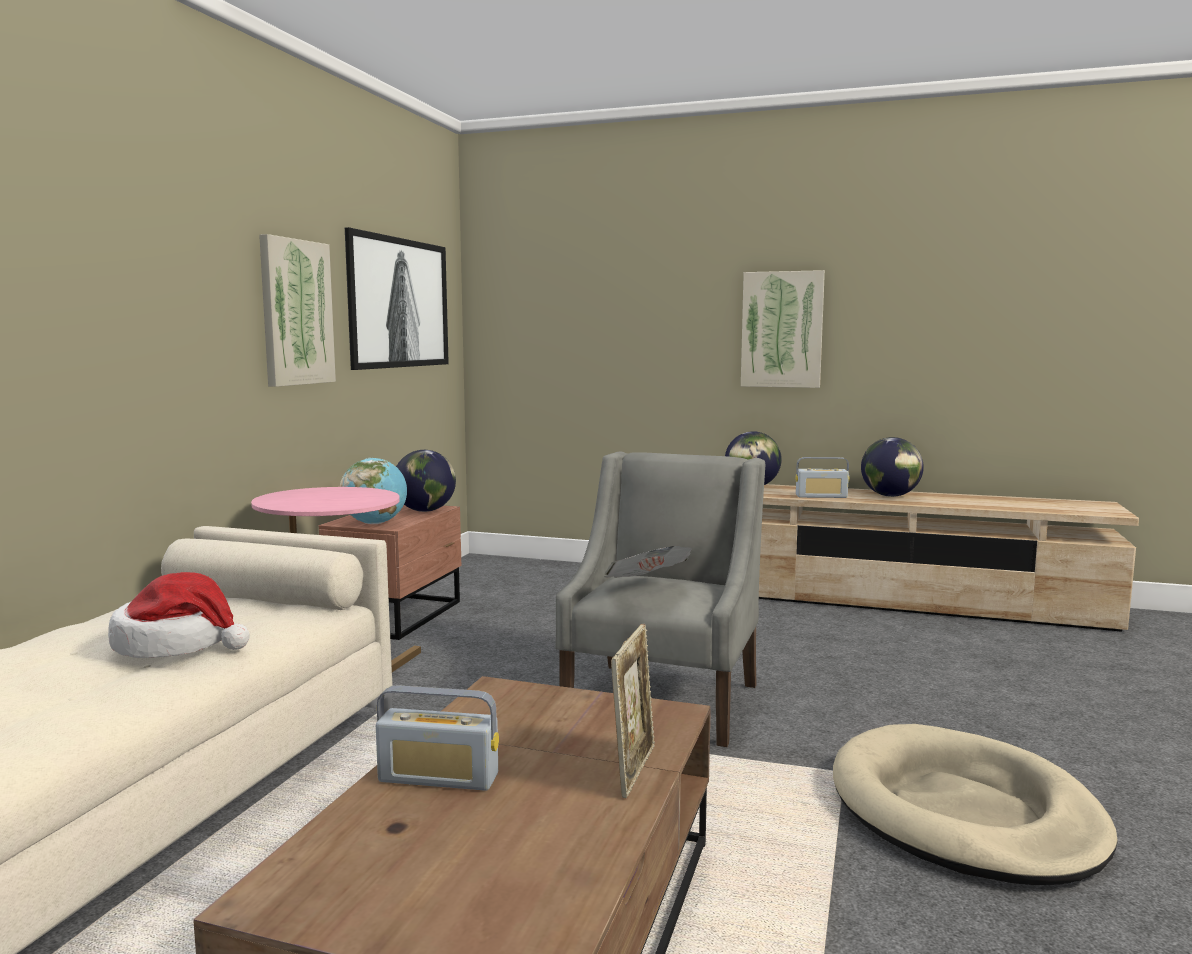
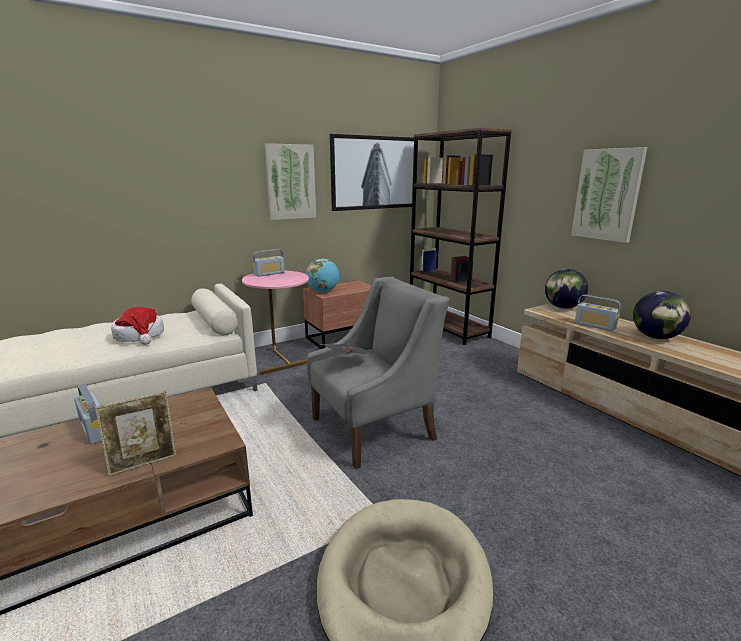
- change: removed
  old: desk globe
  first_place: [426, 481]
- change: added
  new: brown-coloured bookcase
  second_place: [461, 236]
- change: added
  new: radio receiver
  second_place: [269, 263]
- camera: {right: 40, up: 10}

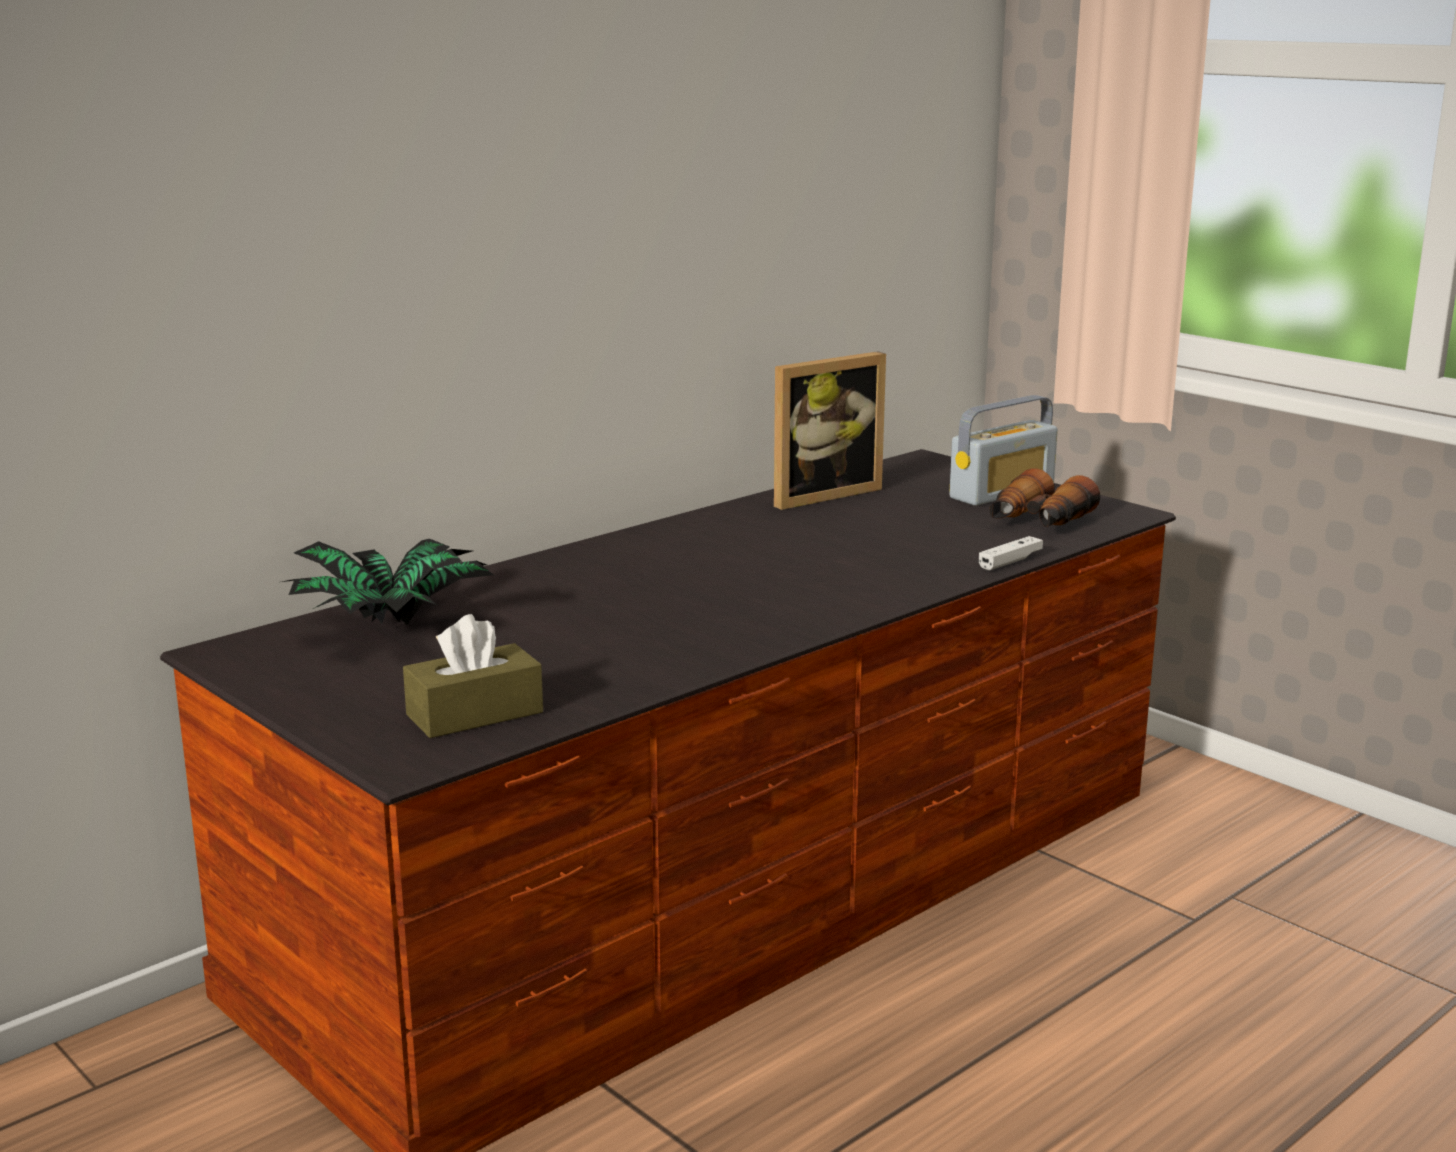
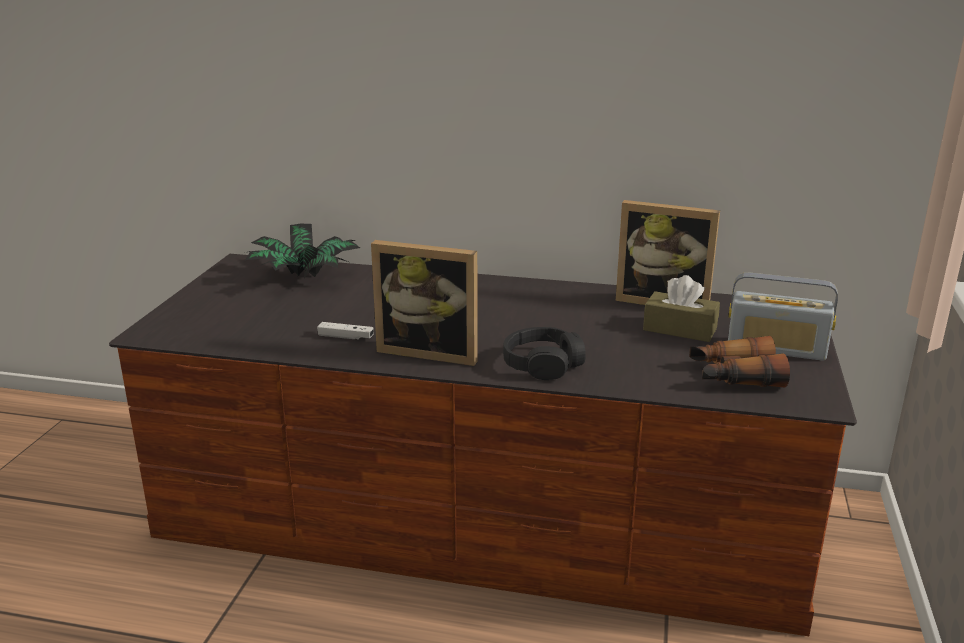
- change: moved
  old: white-coloured gamepad
  first_place: [1011, 553]
  second_place: [345, 331]
- change: moved
  old: brown-coloured tissue holder
  first_place: [473, 676]
  second_place: [681, 308]
- change: added
  new: picture frame
  second_place: [424, 303]
- change: added
  new: black-coloured pair of headphones
  second_place: [544, 353]
- camera: {right: 55, up: 5}

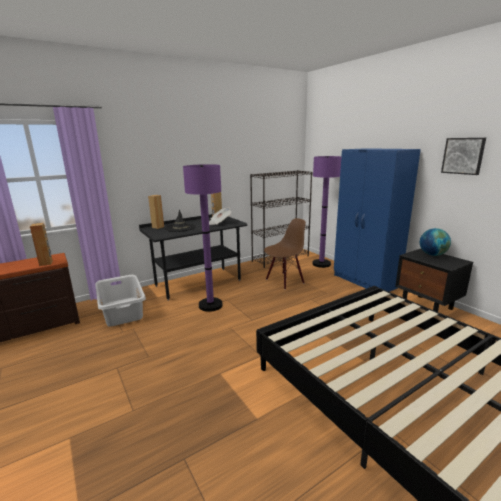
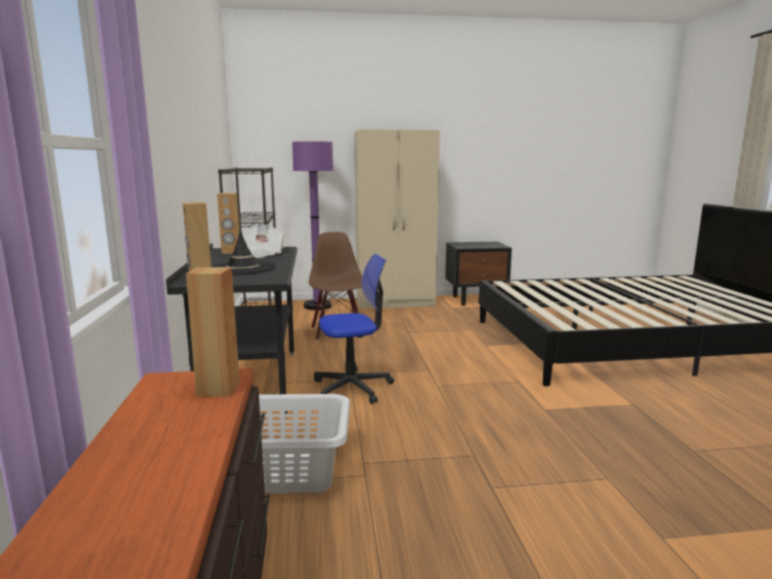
- change: removed
  old: picture
  first_place: [463, 156]
- change: recoloured
  old: blue-coloured wardrobe
  new: beige-coloured wardrobe
  first_place: [377, 220]
  second_place: [397, 219]
- change: replaced
  old: purple standard lamp
  new: office chair
  first_place: [203, 238]
  second_place: [354, 329]
- change: removed
  old: desk globe
  first_place: [435, 242]
- camera: {right: -65, up: -5}

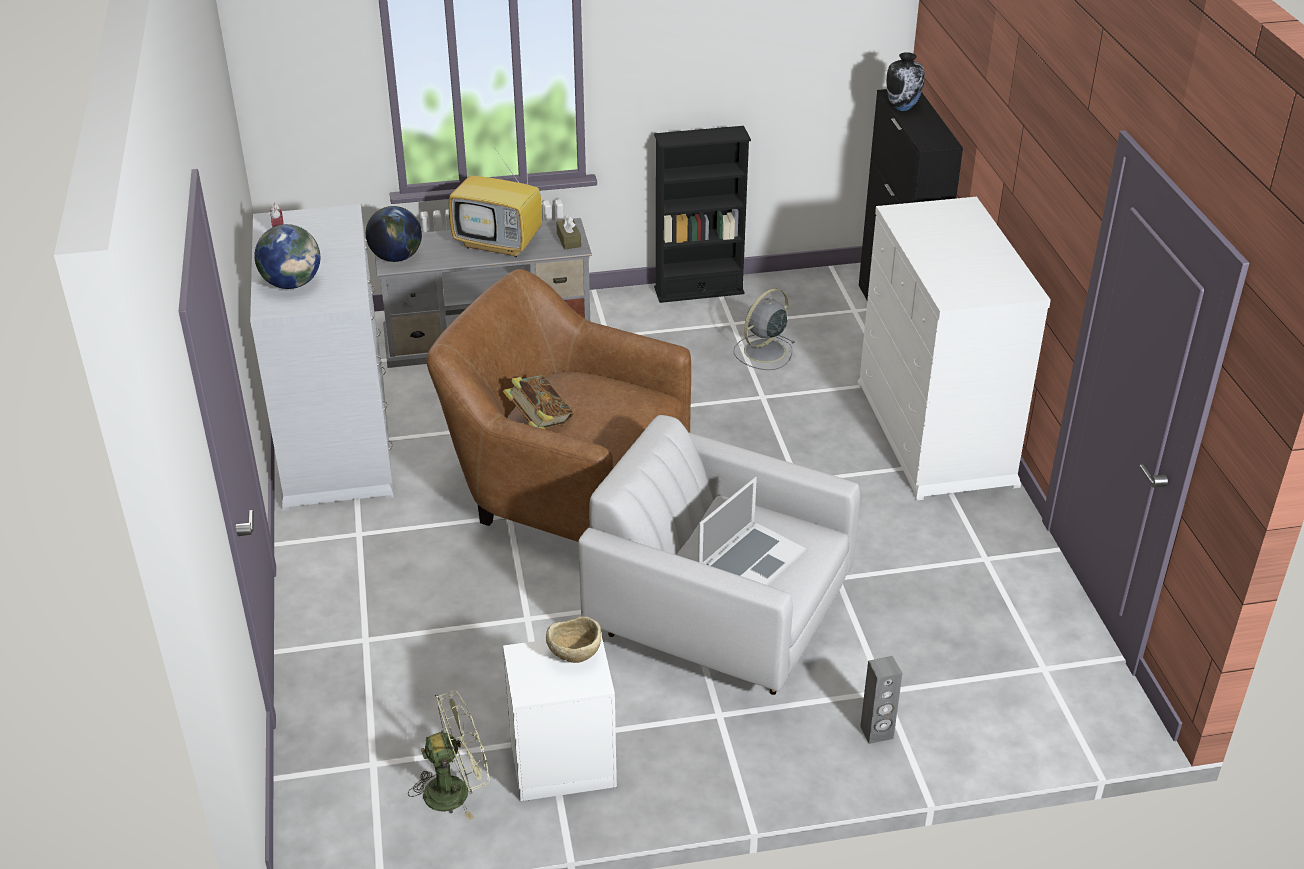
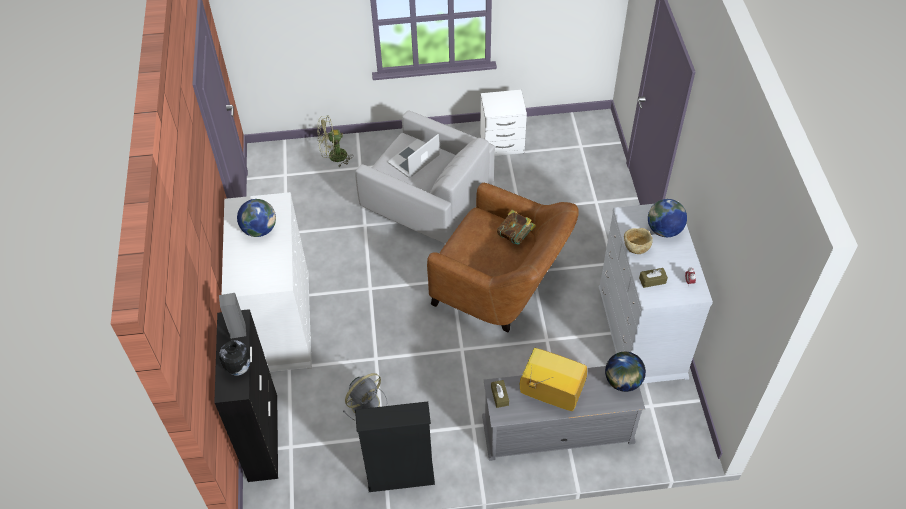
- change: moved
  old: beige-coloured serving bowl
  first_place: [573, 639]
  second_place: [638, 241]
- change: moved
  old: gray loudspeaker
  first_place: [881, 700]
  second_place: [232, 316]
- change: moved
  old: greenish electric fan
  first_place: [449, 755]
  second_place: [335, 141]
- change: added
  new: desk globe
  second_place: [256, 218]
- change: added
  new: brown-coloured tissue holder
  second_place: [653, 278]
- camera: {right: -175, up: 15}

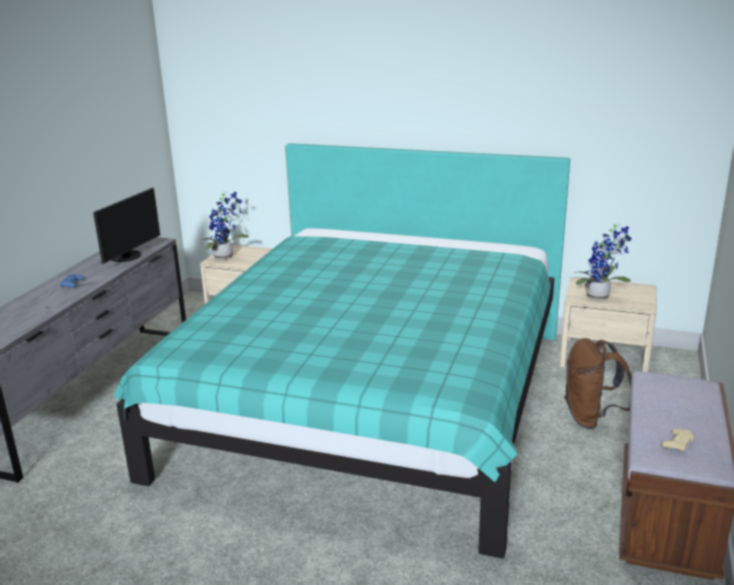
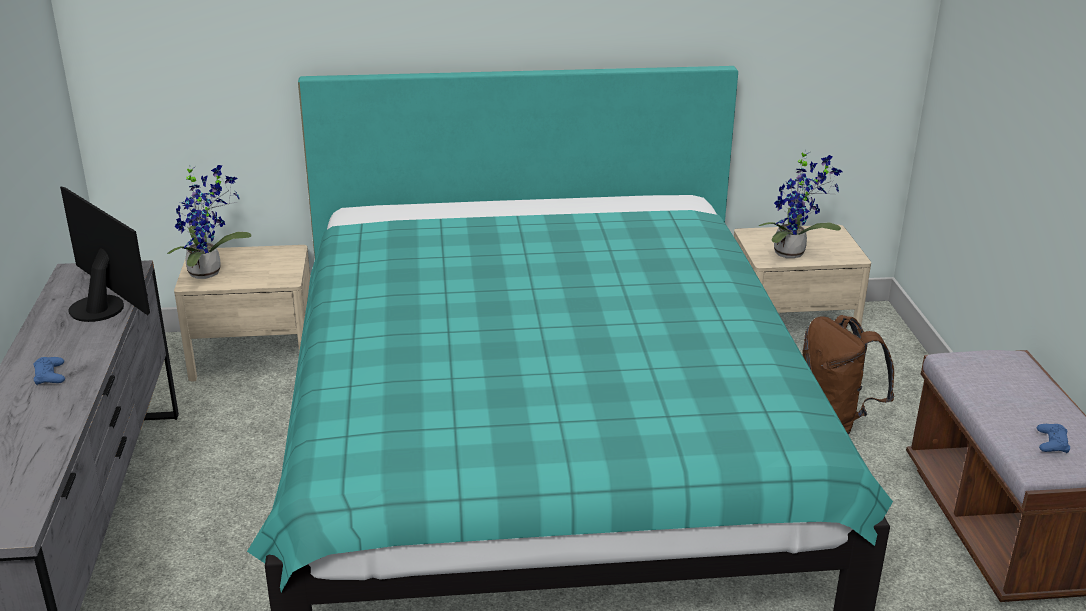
- change: turned
  old: computer screen
  first_place: [126, 226]
  second_place: [105, 254]
  degrees: -45
- change: recoloured
  old: beige-coloured gamepad
  new: blue-coloured gamepad
  first_place: [677, 440]
  second_place: [1053, 438]
- camera: {right: -25, up: 5}

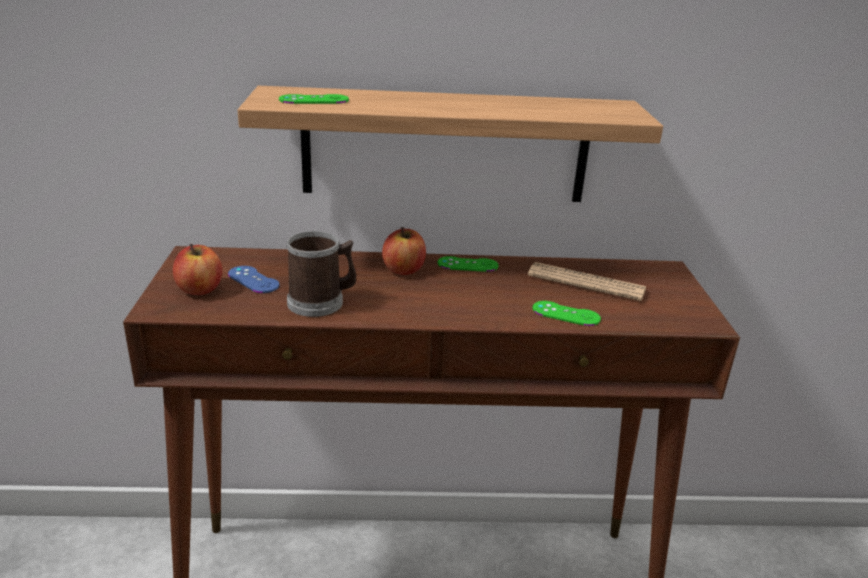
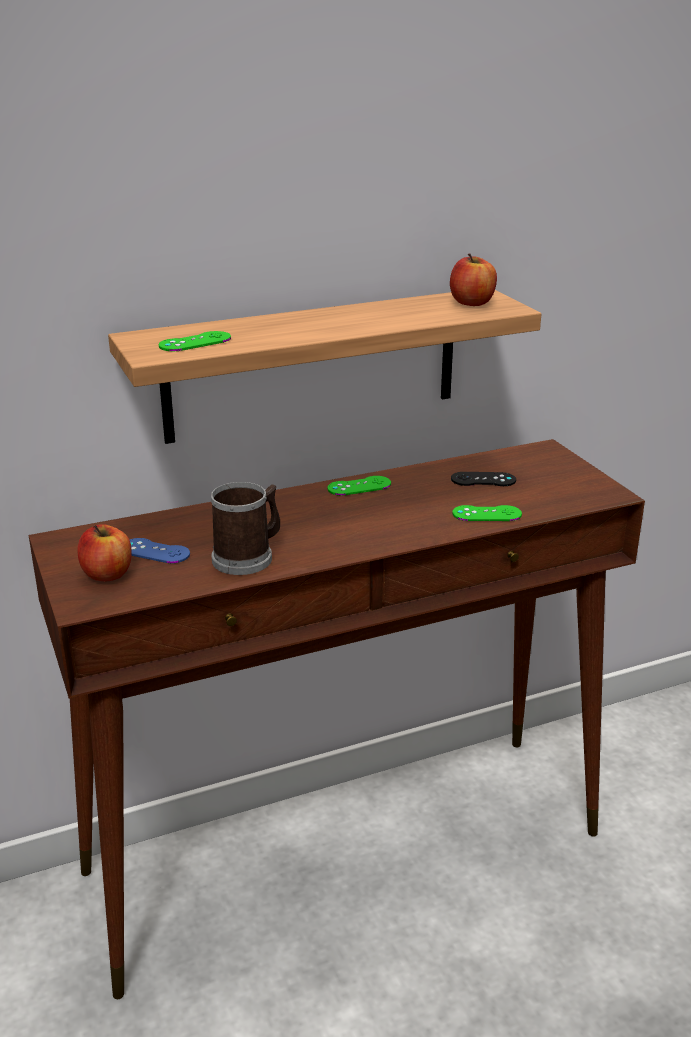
- change: moved
  old: apple fruit
  first_place: [404, 251]
  second_place: [473, 280]
- change: replaced
  old: printed paper
  new: black-coloured gamepad
  first_place: [587, 281]
  second_place: [483, 479]
- camera: {right: -20, up: 0}

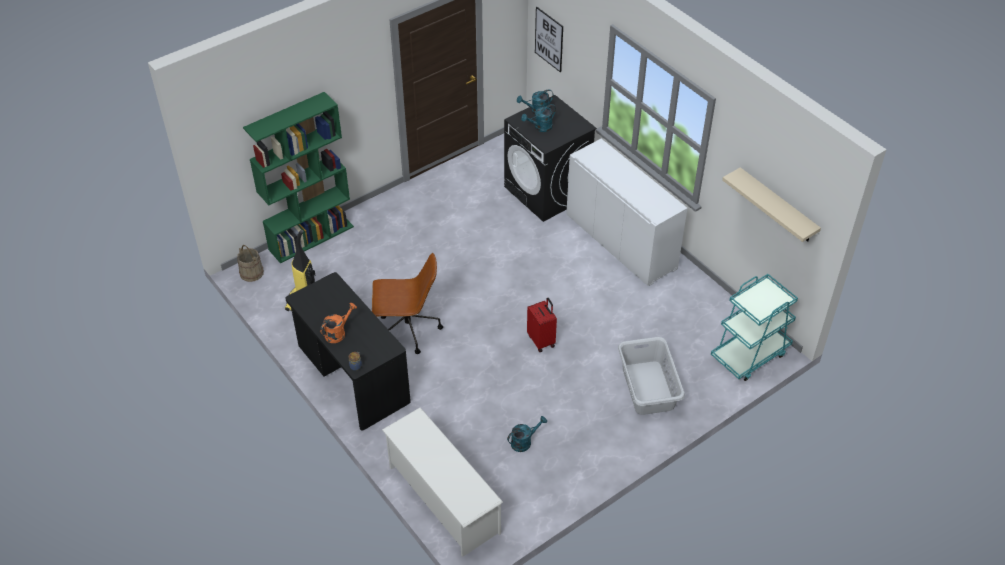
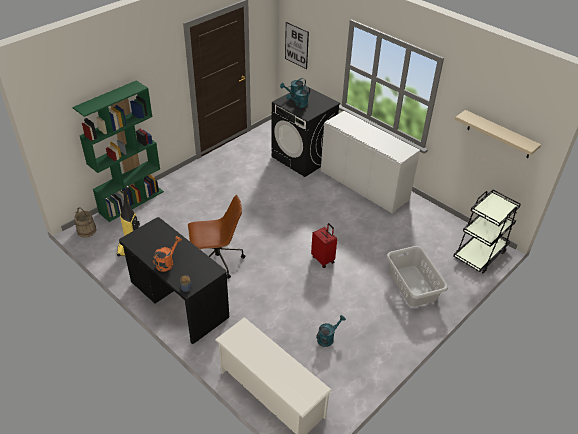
- change: recoloured
  old: turquoise-coloured cart
  new: black-coloured cart
  first_place: [754, 327]
  second_place: [487, 231]
- camera: {right: -10, up: -5}

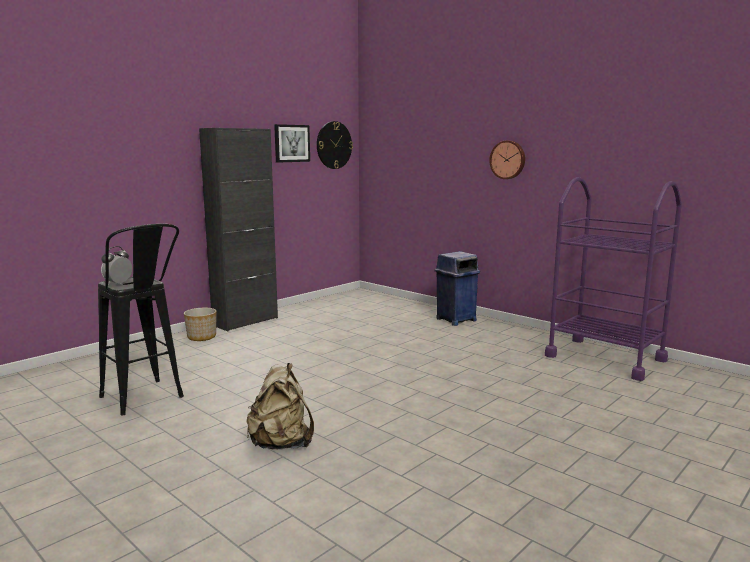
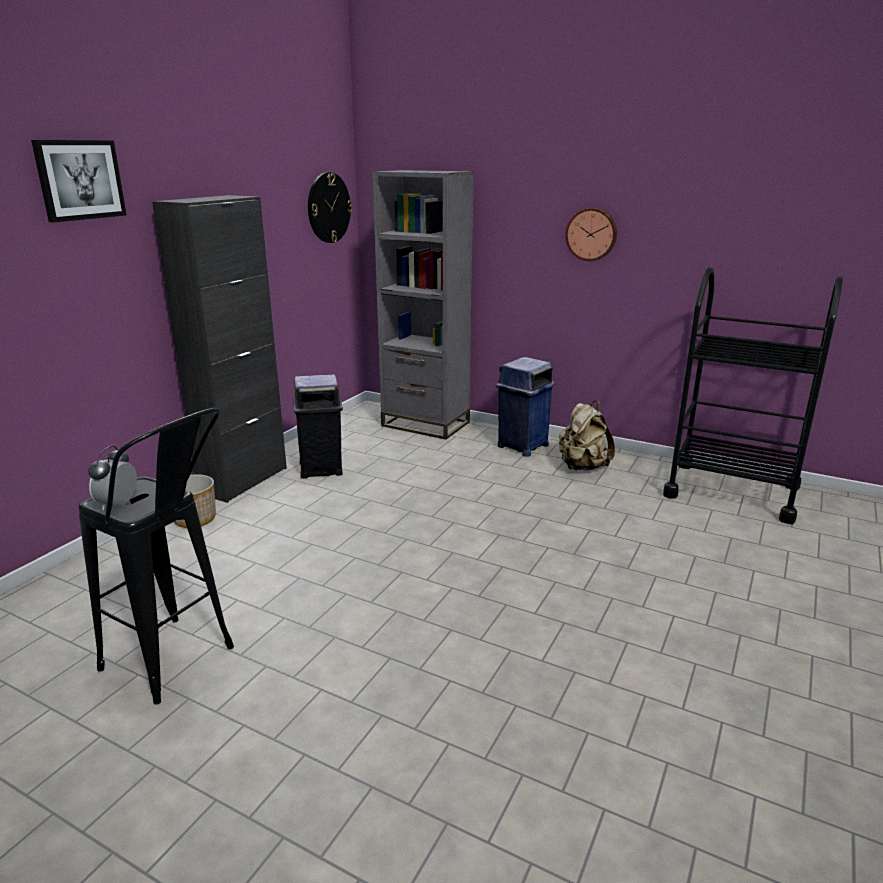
- change: moved
  old: picture
  first_place: [292, 143]
  second_place: [79, 181]
- change: recoloured
  old: purple cart
  new: black-coloured cart
  first_place: [613, 279]
  second_place: [753, 395]
- change: moved
  old: beige-coloured backpack
  first_place: [280, 406]
  second_place: [587, 436]
- change: added
  new: gray bookcase
  second_place: [423, 305]
- change: added
  new: brown-coloured rubbish bin
  second_place: [318, 426]
- camera: {right: -15, up: 10}

